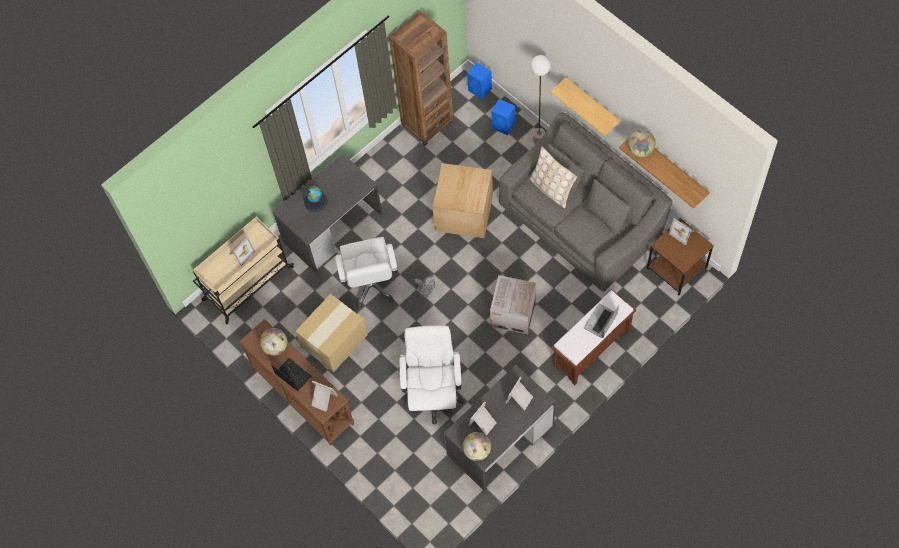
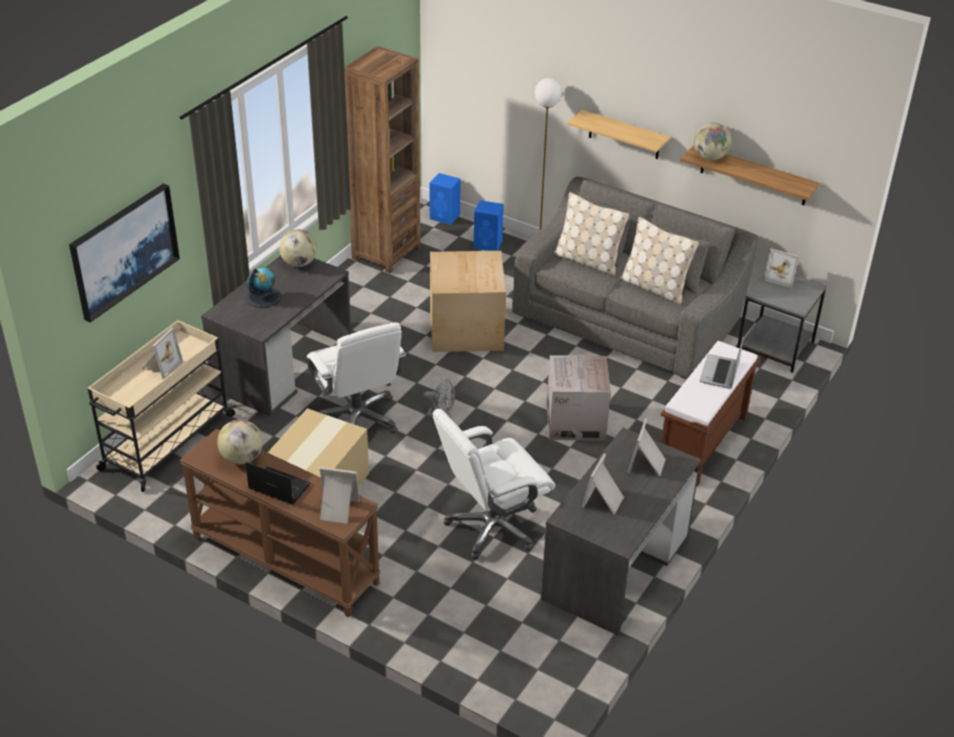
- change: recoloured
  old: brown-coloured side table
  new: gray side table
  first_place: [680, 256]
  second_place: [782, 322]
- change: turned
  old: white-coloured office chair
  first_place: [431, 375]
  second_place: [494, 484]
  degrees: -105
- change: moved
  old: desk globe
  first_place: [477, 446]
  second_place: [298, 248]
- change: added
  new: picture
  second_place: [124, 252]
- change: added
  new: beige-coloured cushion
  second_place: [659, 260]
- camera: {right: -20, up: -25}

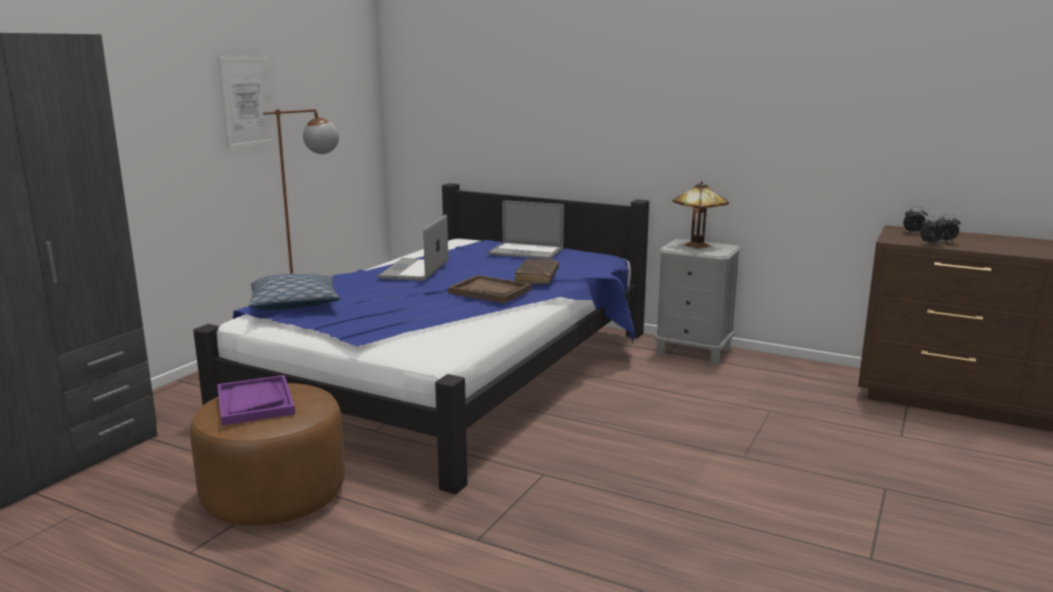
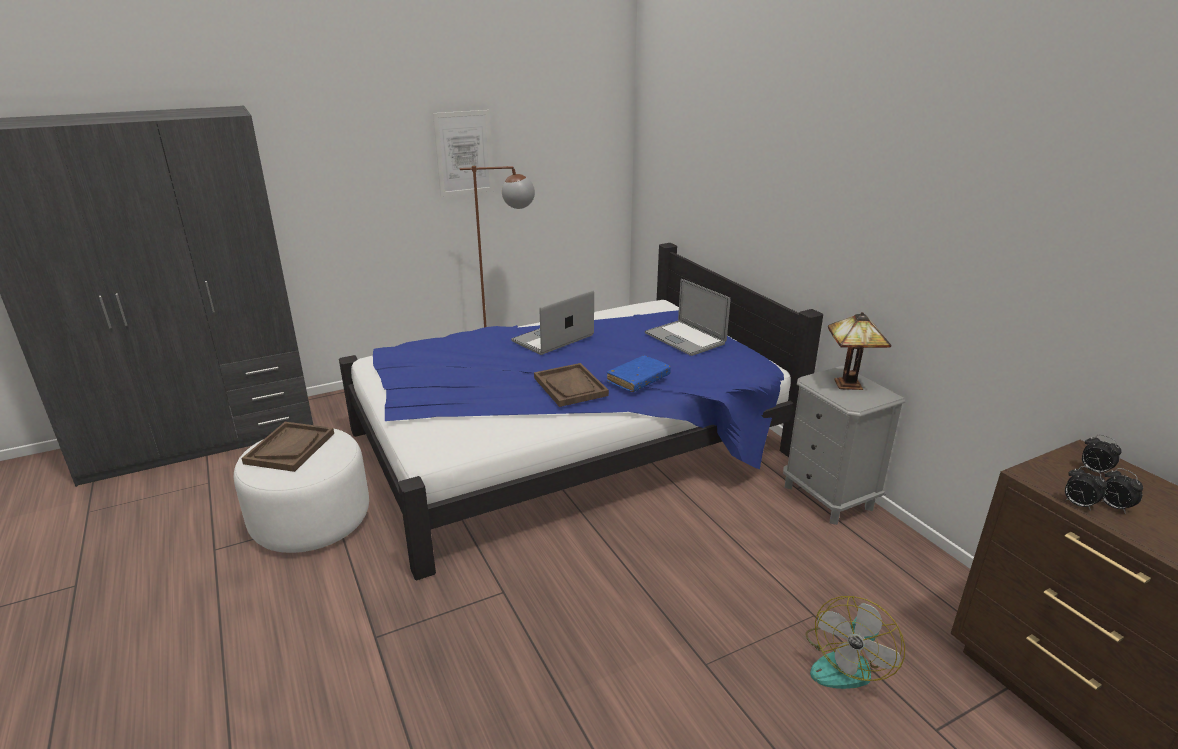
- change: recoloured
  old: brown-coloured volume
  new: blue-coloured volume
  first_place: [537, 271]
  second_place: [639, 374]
- change: removed
  old: cushion
  first_place: [294, 292]
- change: recoloured
  old: purple tray
  new: brown-coloured tray
  first_place: [256, 400]
  second_place: [287, 447]
- change: recoloured
  old: brown-coloured ottoman
  new: white-coloured ottoman
  first_place: [267, 454]
  second_place: [301, 490]
- change: added
  new: electric fan
  second_place: [855, 642]
- camera: {right: 35, up: 10}

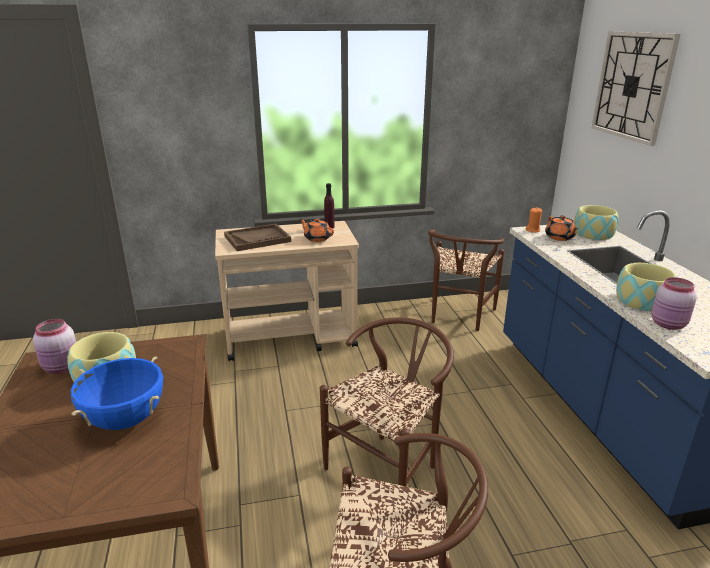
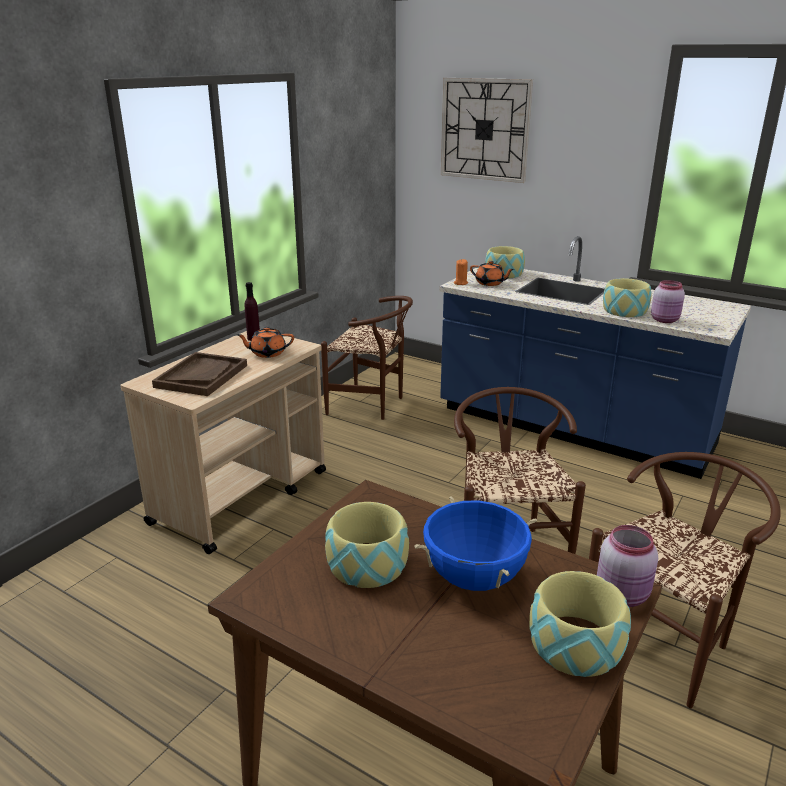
- change: turned
  old: brown-coloured upright chair
  first_place: [466, 280]
  second_place: [367, 358]
  degrees: -45
- change: moved
  old: pink jar
  first_place: [54, 346]
  second_place: [627, 566]
- change: added
  new: serving bowl
  second_place: [580, 624]
- camera: {right: -45, up: 0}

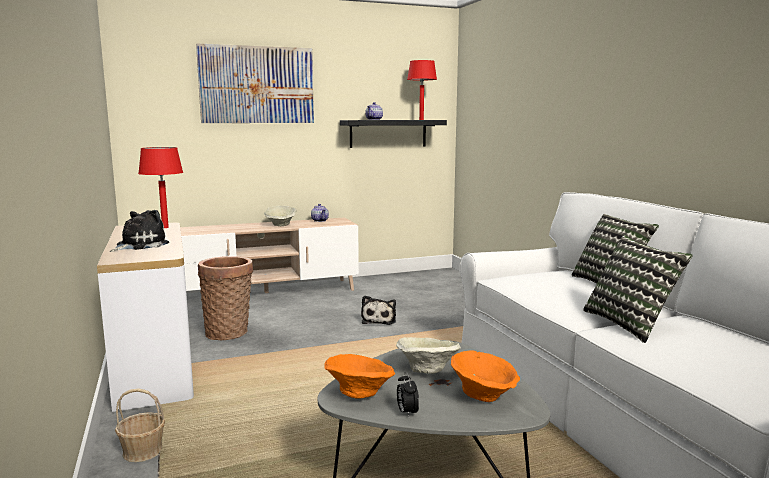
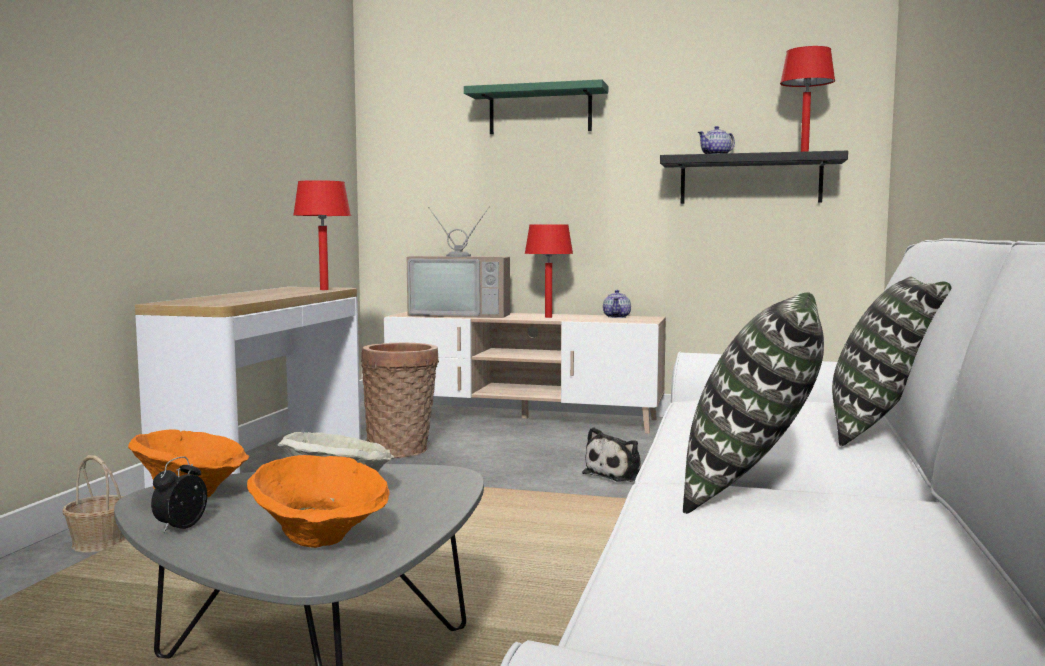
- change: replaced
  old: picture
  new: greenish bracket shelf
  first_place: [255, 83]
  second_place: [536, 106]
- change: replaced
  old: beige-coloured serving bowl
  new: reddish tabletop lamp
  first_place: [280, 216]
  second_place: [548, 271]
- change: removed
  old: plush toy
  first_place: [139, 231]
- change: added
  new: television
  second_place: [458, 262]
- camera: {right: 35, up: -5}

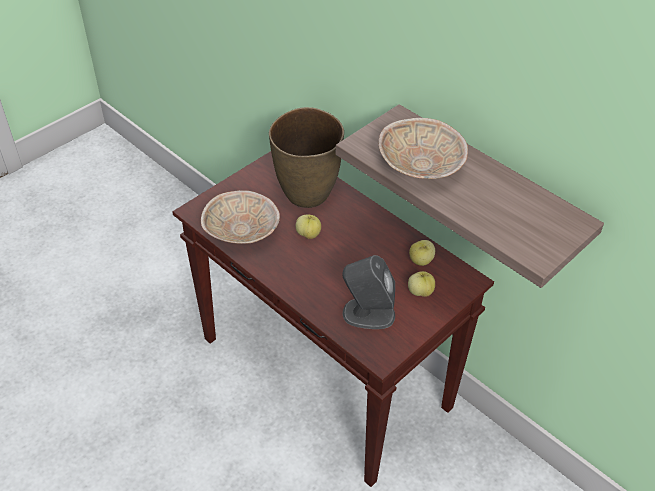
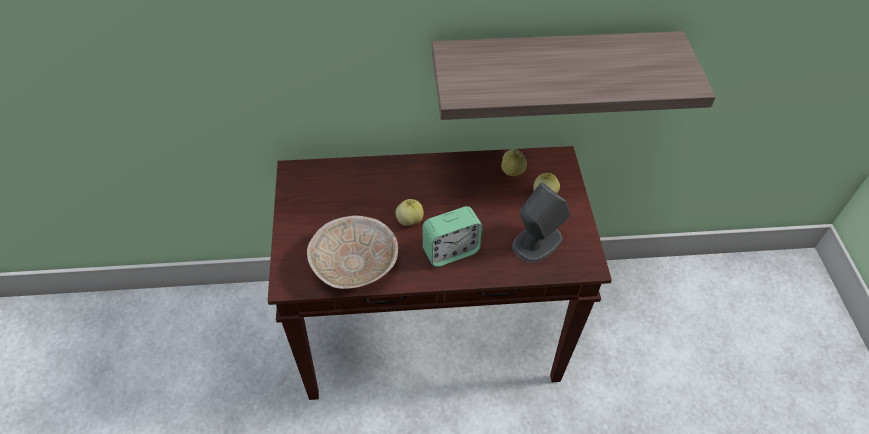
- change: removed
  old: brown-coloured vase
  first_place: [306, 157]
- change: removed
  old: beige-coloured serving bowl
  first_place: [423, 148]
- change: added
  new: bedside clock
  second_place: [452, 236]
- camera: {right: -50, up: 5}

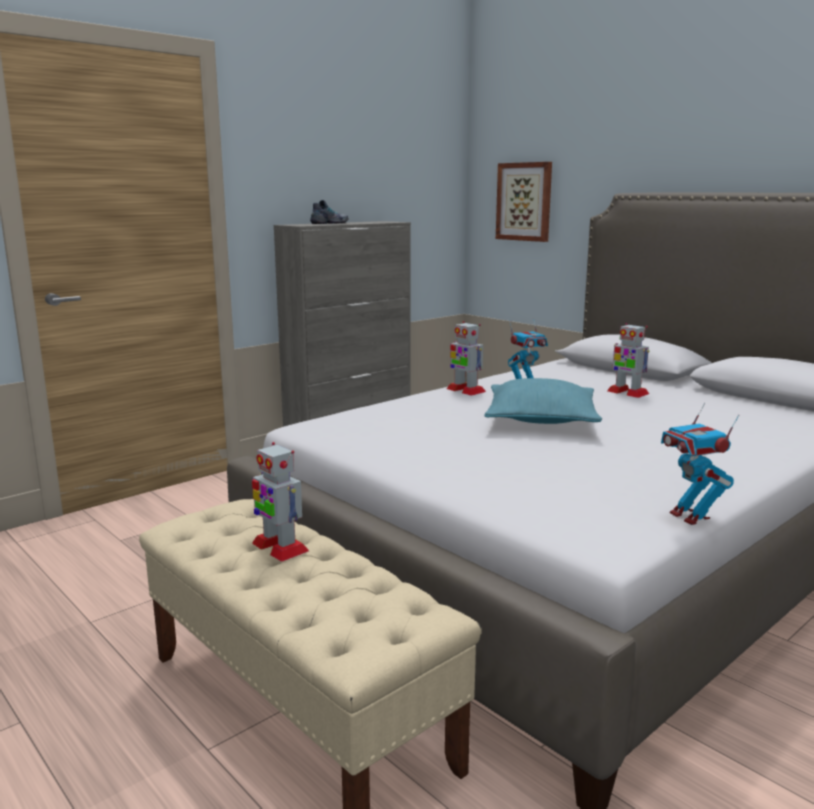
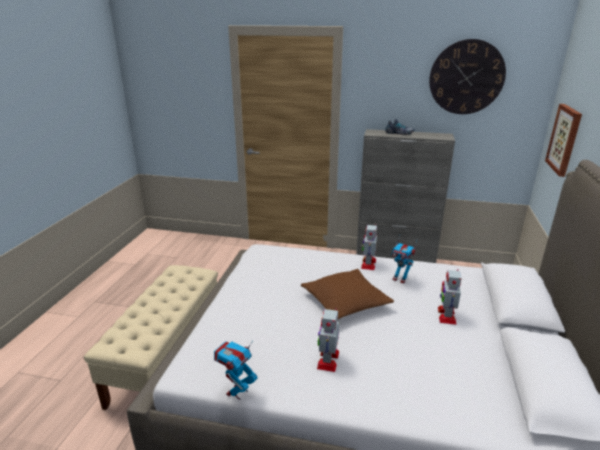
- change: recoloured
  old: turquoise-coloured cushion
  new: brown-coloured cushion
  first_place: [543, 401]
  second_place: [347, 294]
- change: moved
  old: toy robot
  first_place: [280, 502]
  second_place: [328, 340]
- change: added
  new: wall clock
  second_place: [467, 76]
- camera: {right: 55, up: 10}

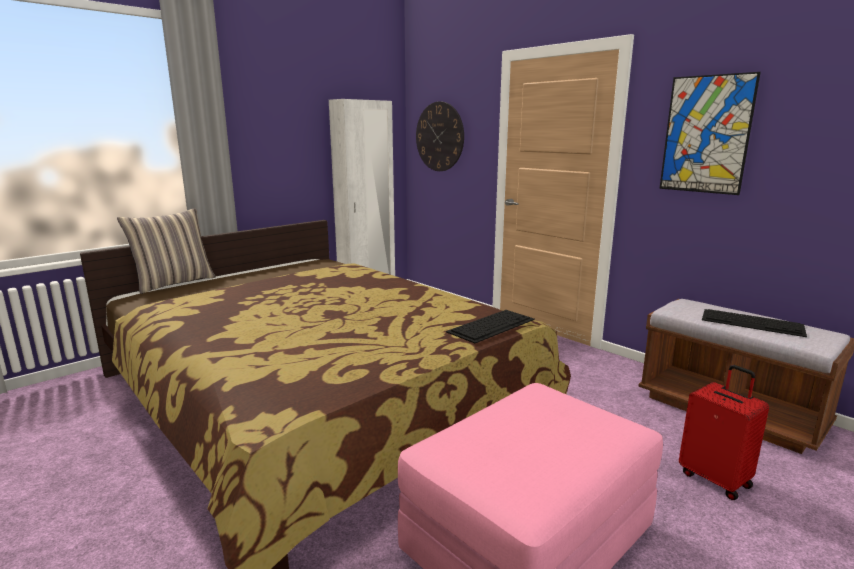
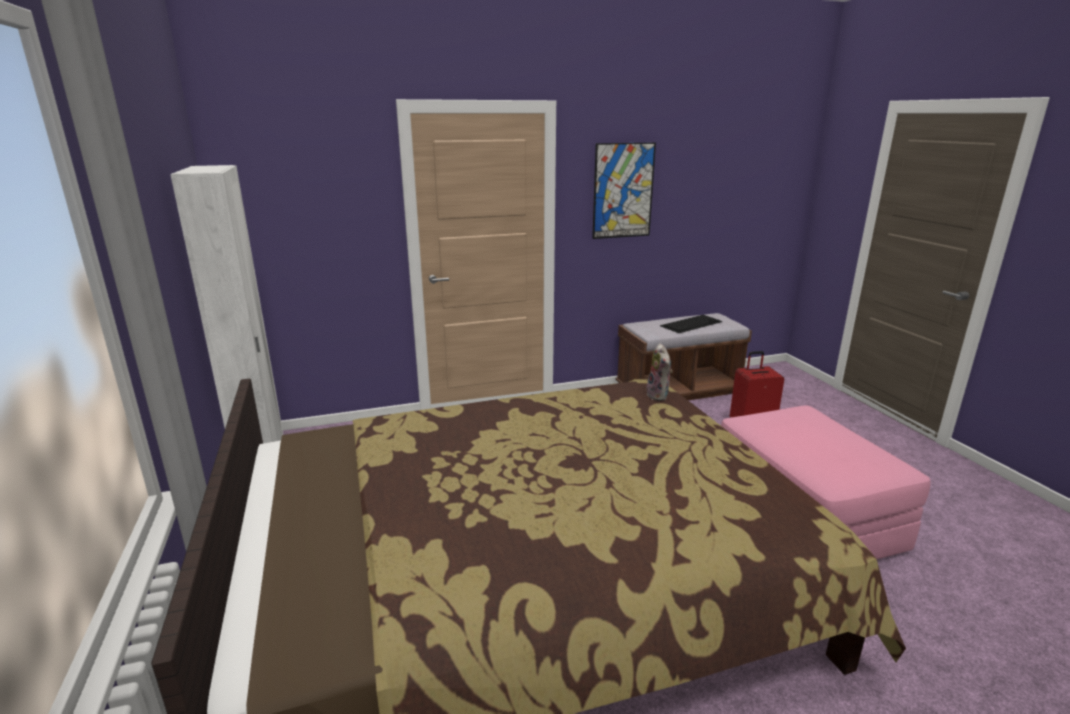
- change: removed
  old: wall clock
  first_place: [440, 136]
- change: removed
  old: cushion
  first_place: [166, 251]
- change: replaced
  old: keyboard
  new: plush toy
  first_place: [490, 326]
  second_place: [659, 372]
- camera: {right: -65, up: 5}

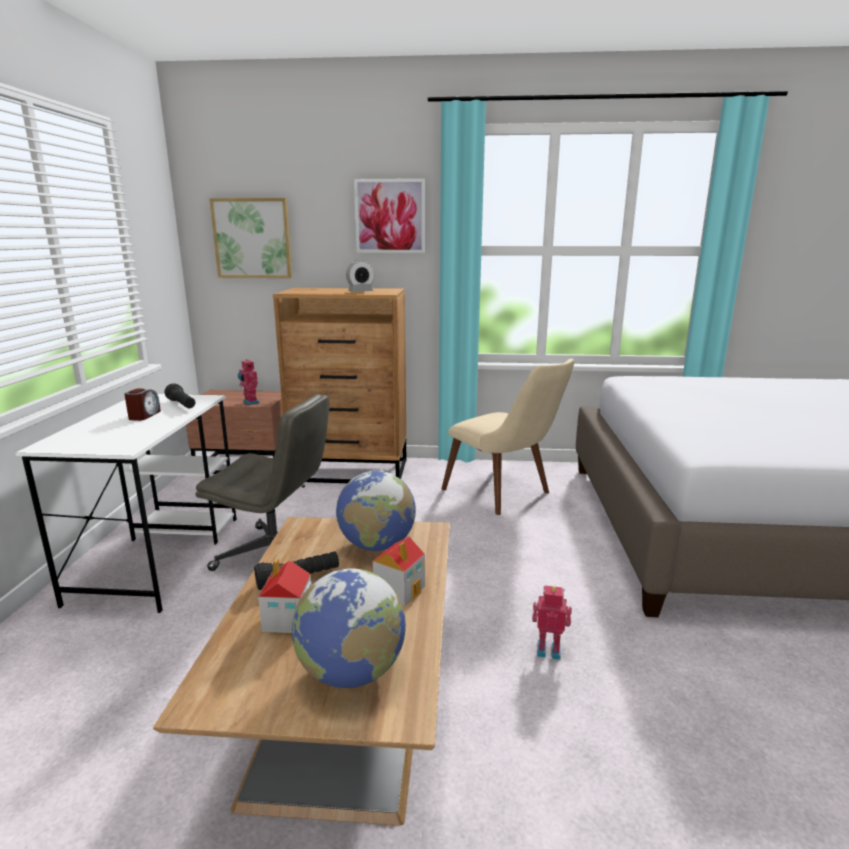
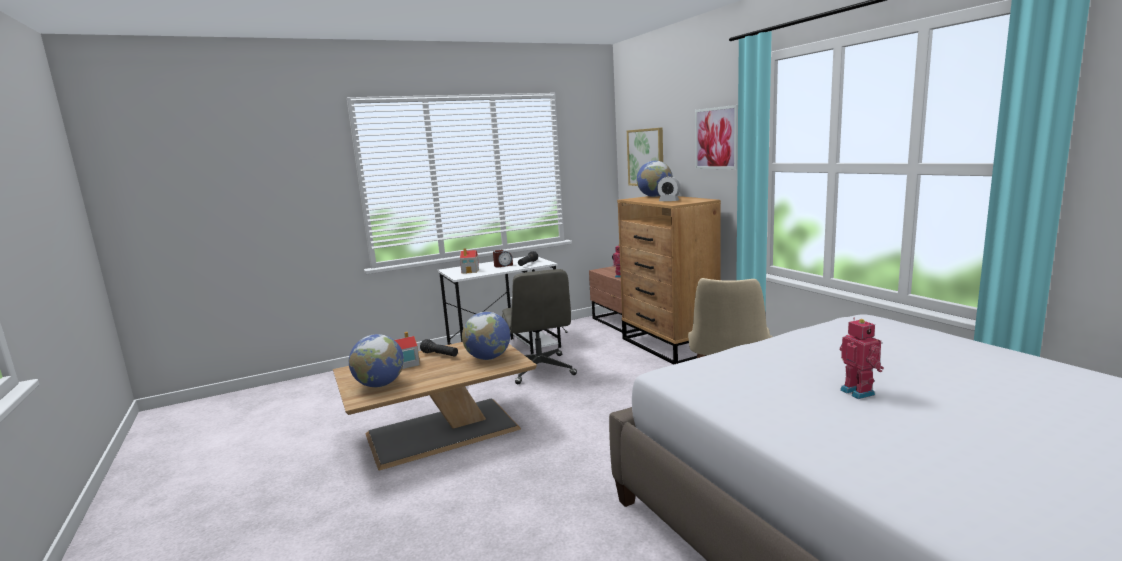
- change: moved
  old: toy house
  first_place: [398, 571]
  second_place: [469, 260]
- change: moved
  old: toy robot
  first_place: [552, 622]
  second_place: [862, 358]
- change: added
  new: desk globe
  second_place: [654, 179]
- camera: {right: 60, up: -5}

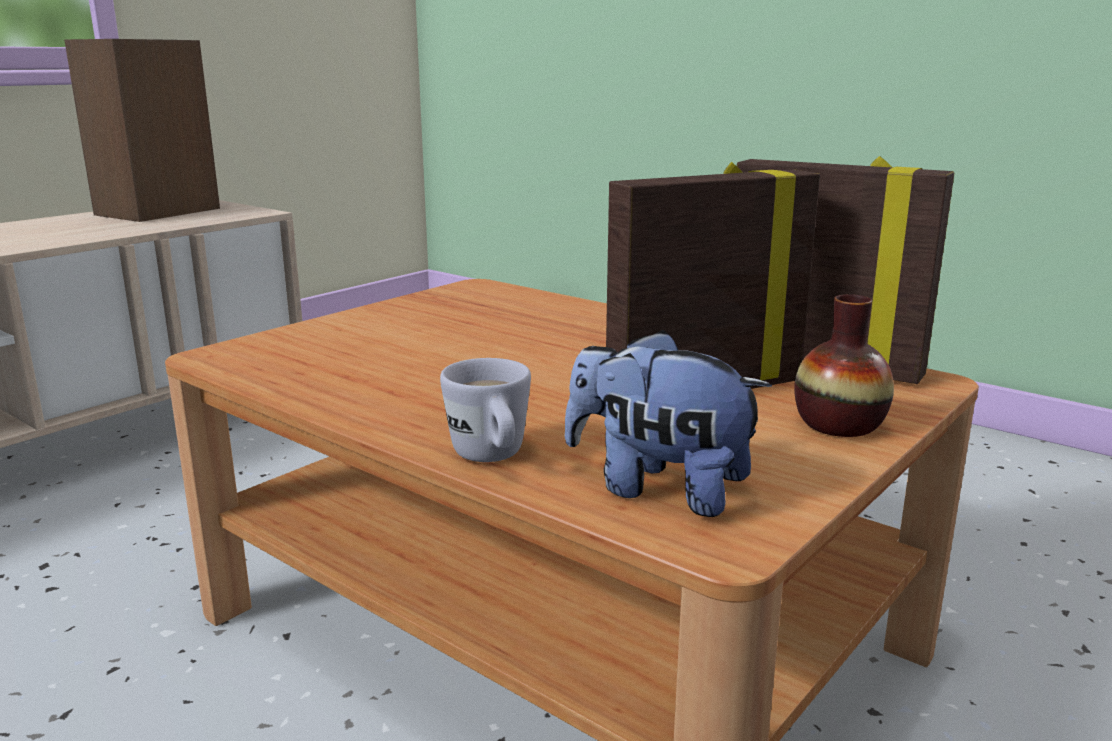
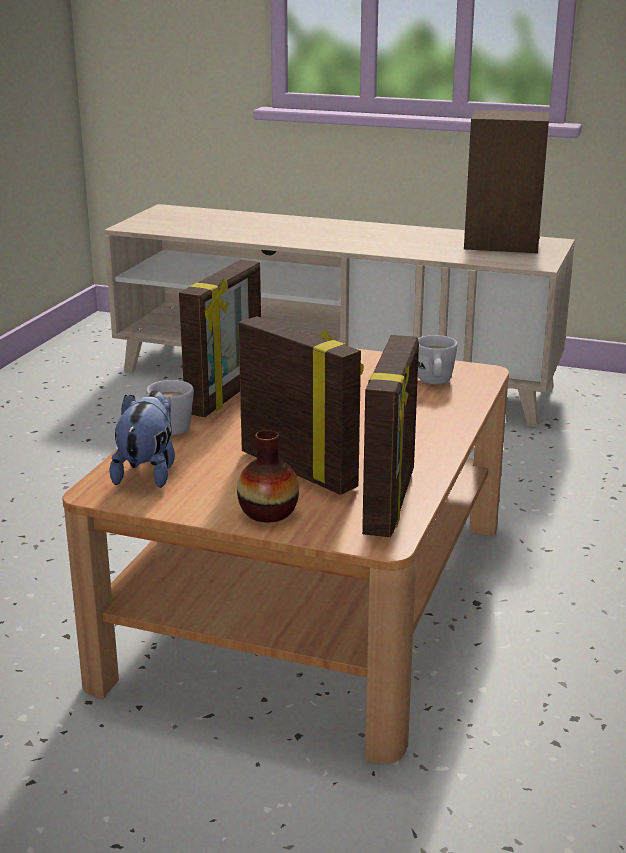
- change: added
  new: picture frame
  second_place: [220, 338]
- change: added
  new: white-coloured mug
  second_place: [438, 359]
- camera: {right: 70, up: 5}

